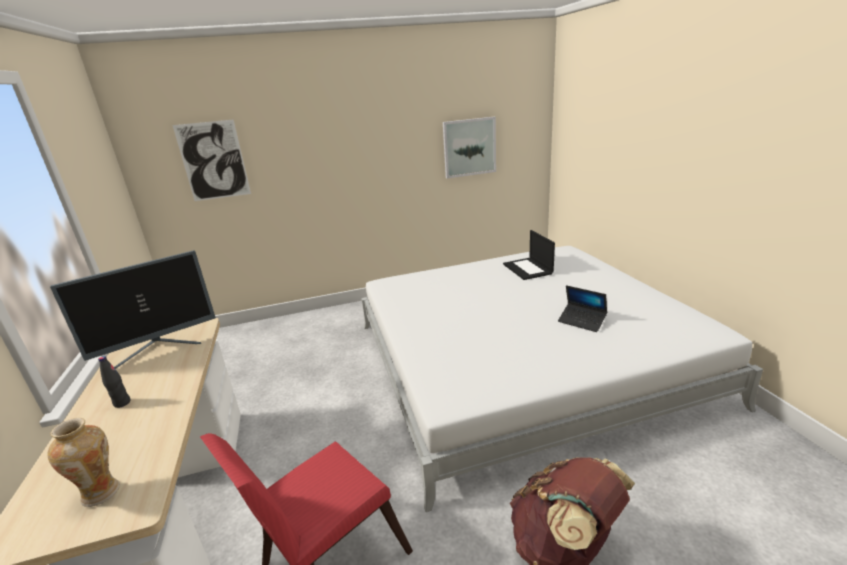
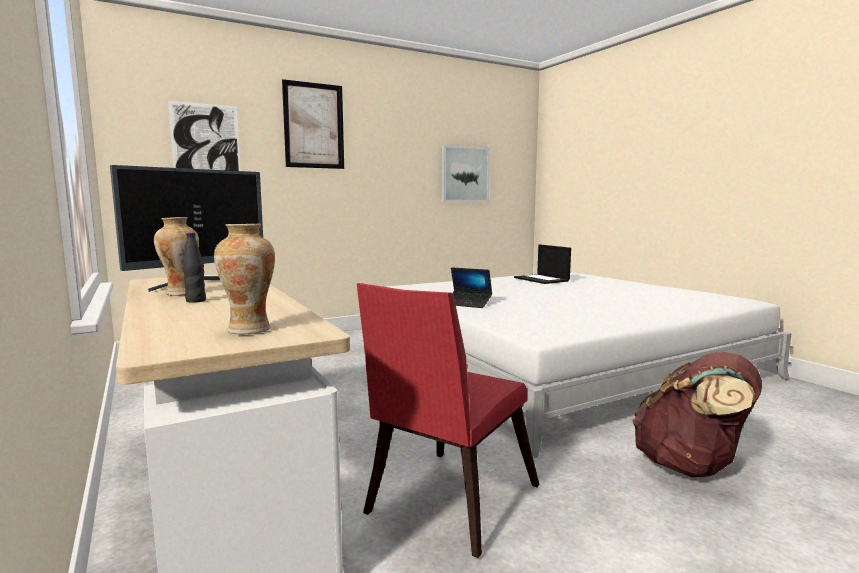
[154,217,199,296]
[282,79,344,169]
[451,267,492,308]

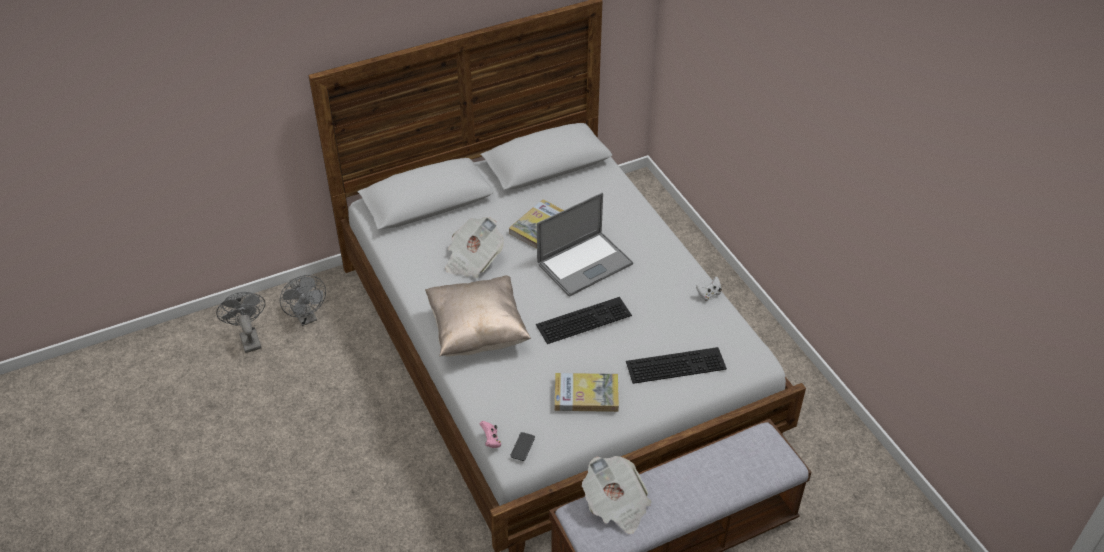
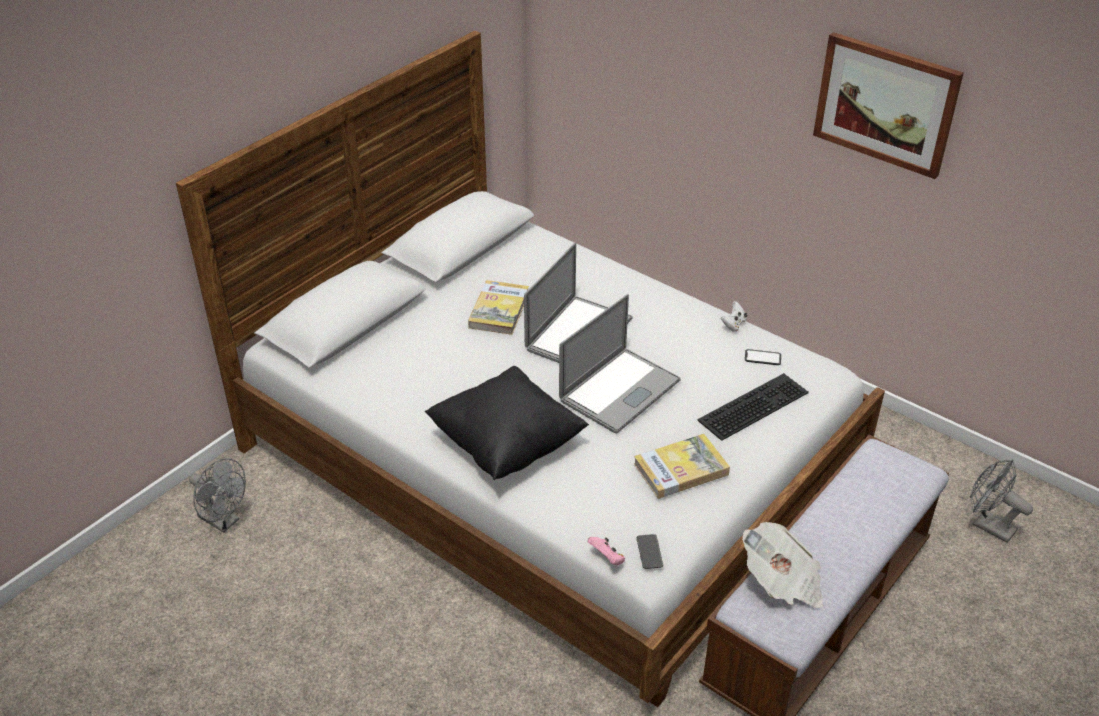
[425,366,589,480]
[559,294,681,434]
[745,349,781,365]
[813,32,964,179]
[970,460,1033,543]
[445,217,504,278] (first image)

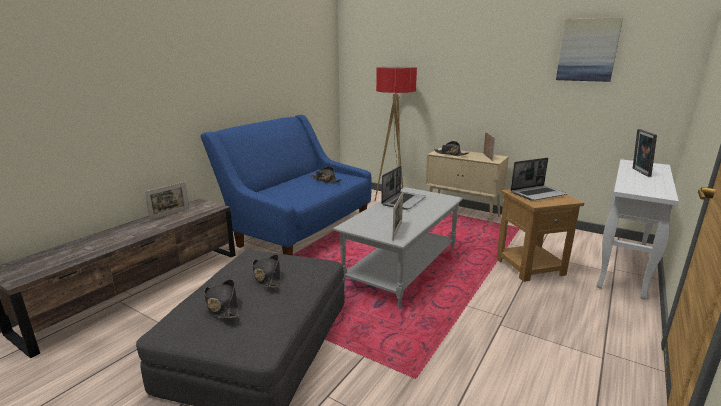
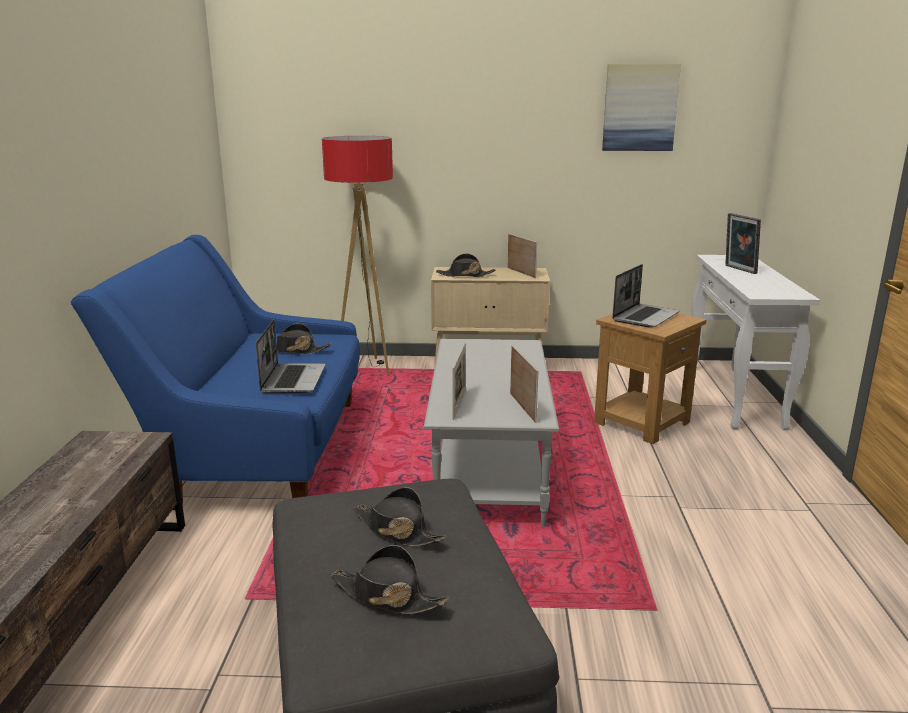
[256,320,326,393]
[452,343,466,420]

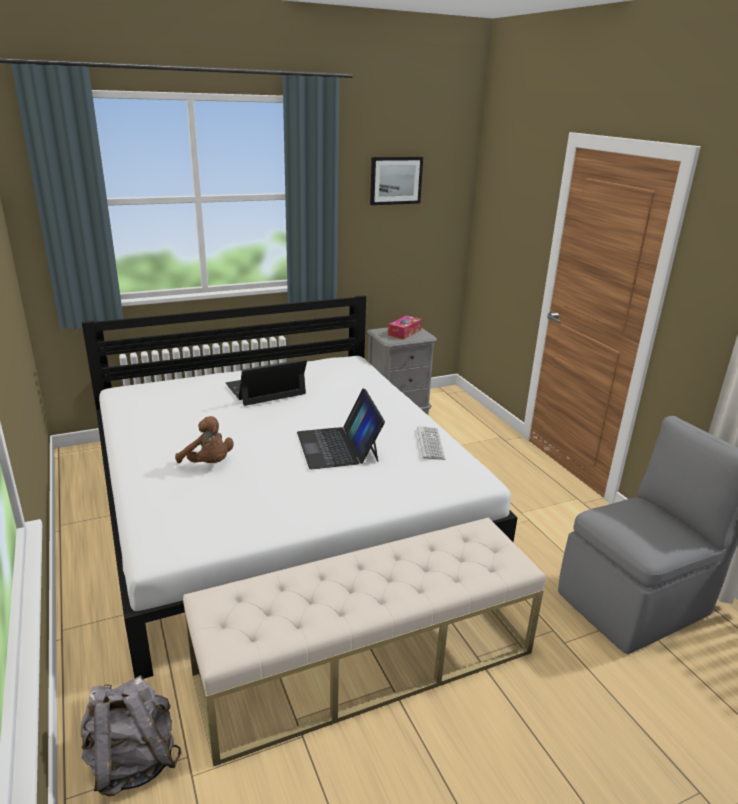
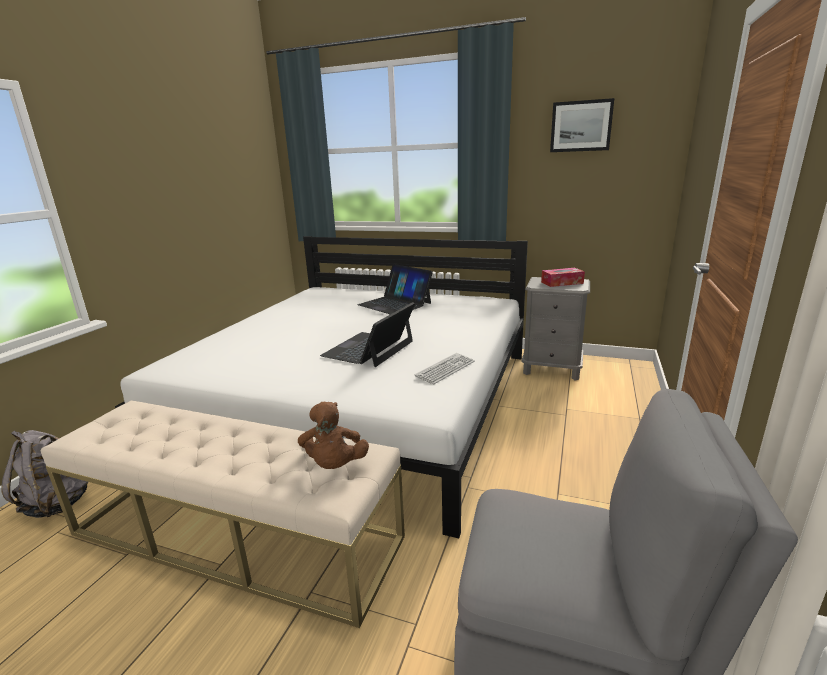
[298,402,369,469]
[358,264,433,314]

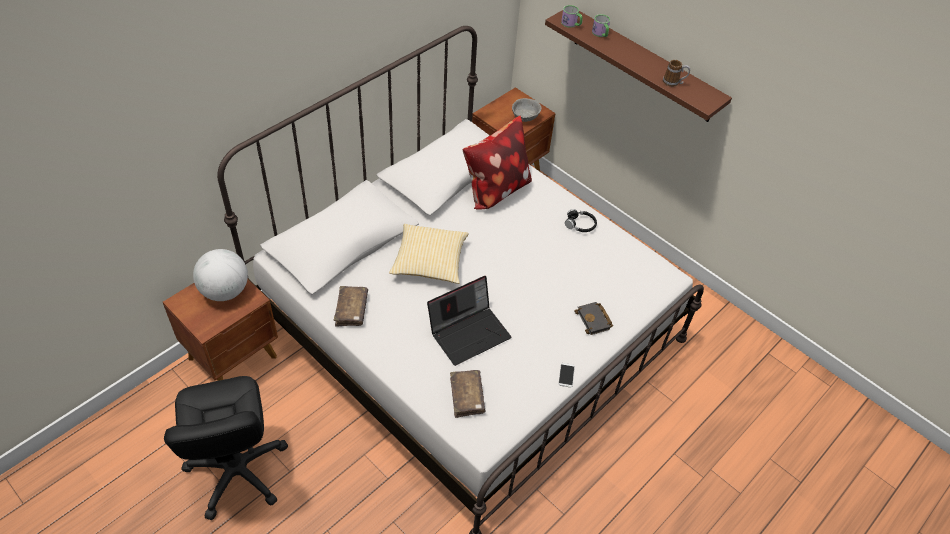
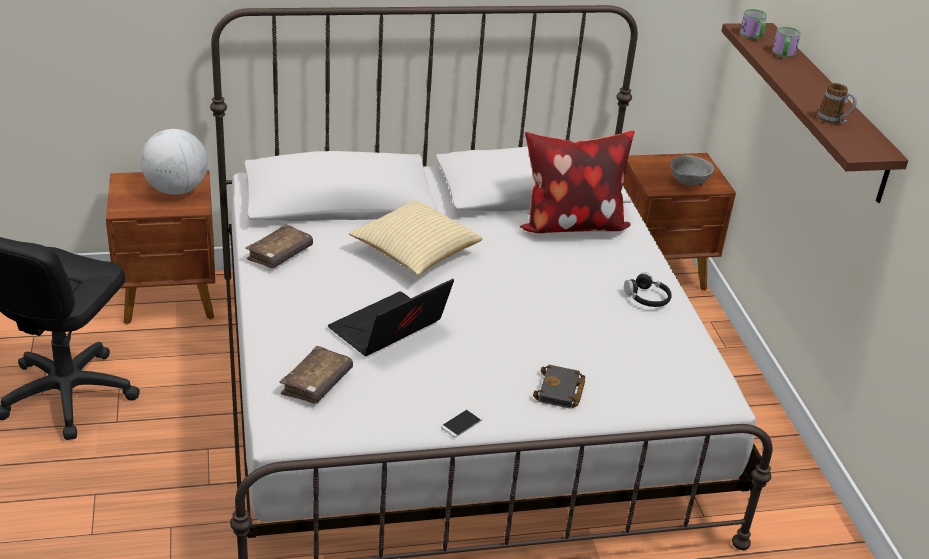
[328,279,454,356]

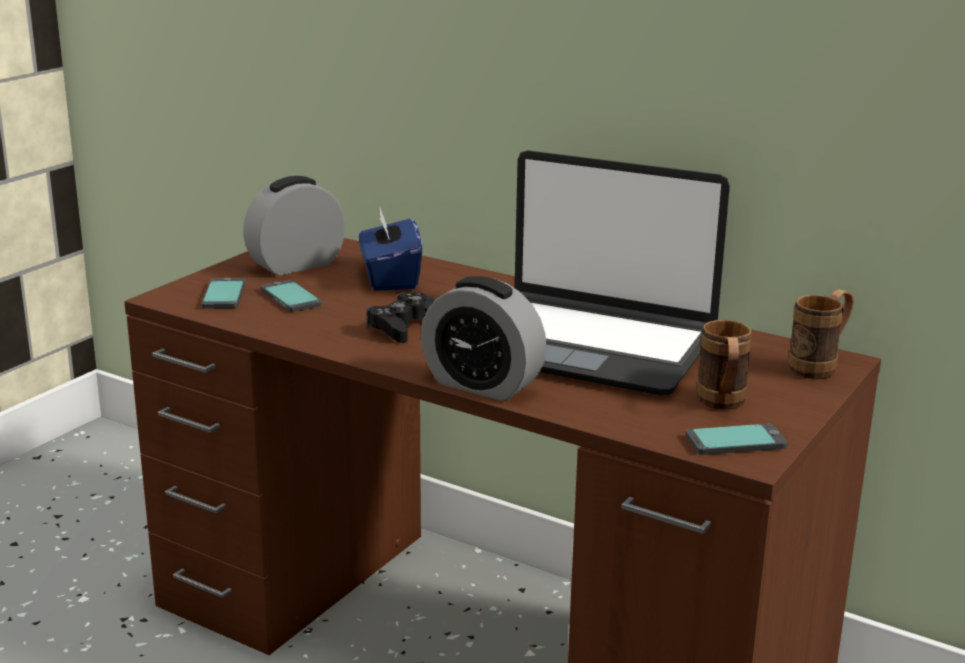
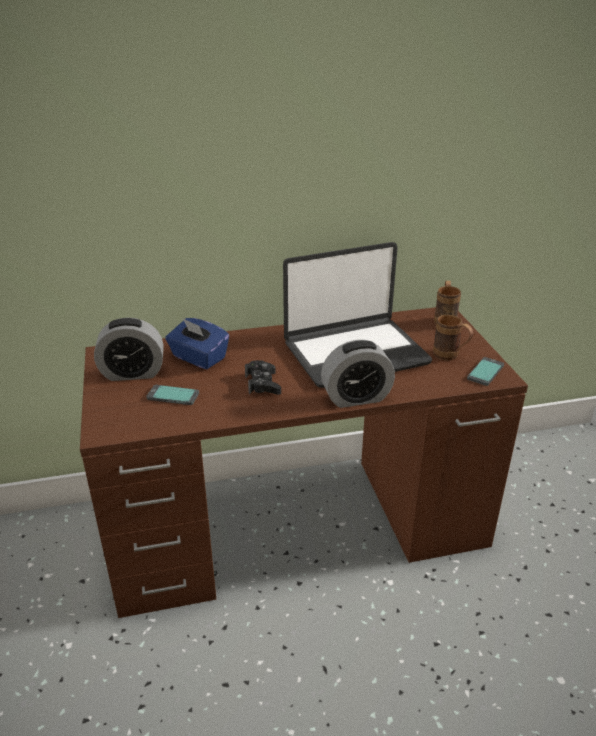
[94,318,164,381]
[202,278,246,309] (first image)

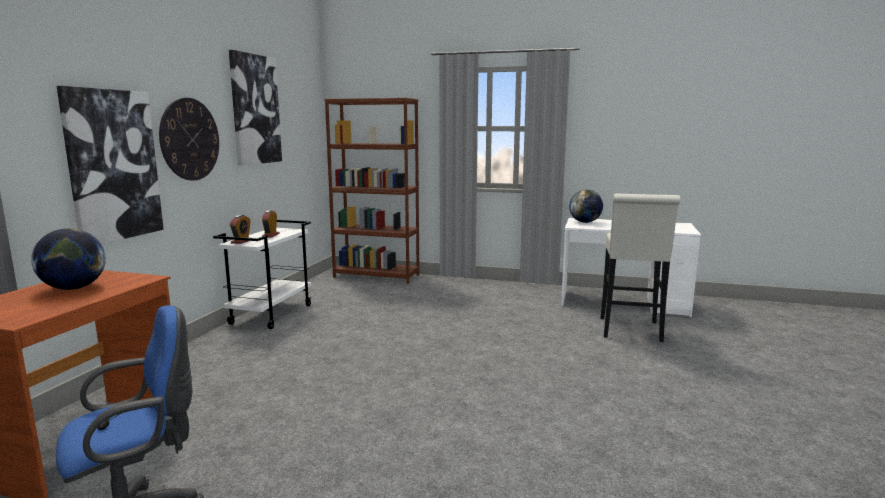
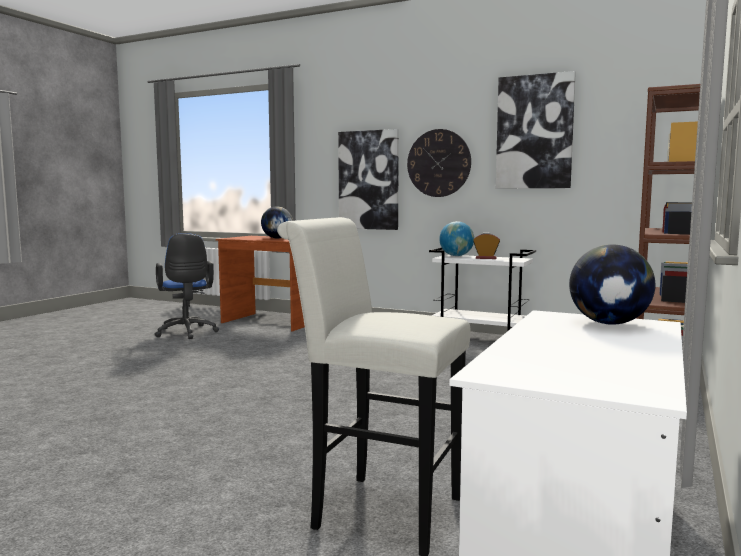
[439,221,474,256]

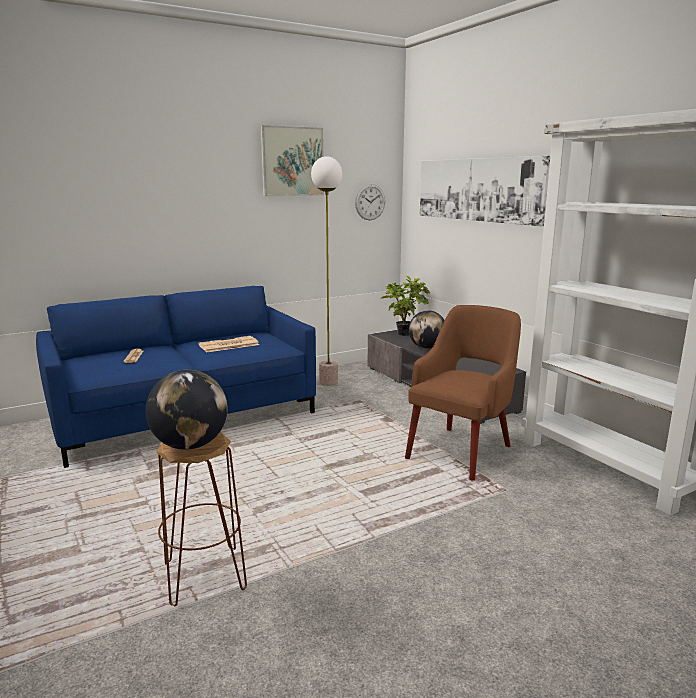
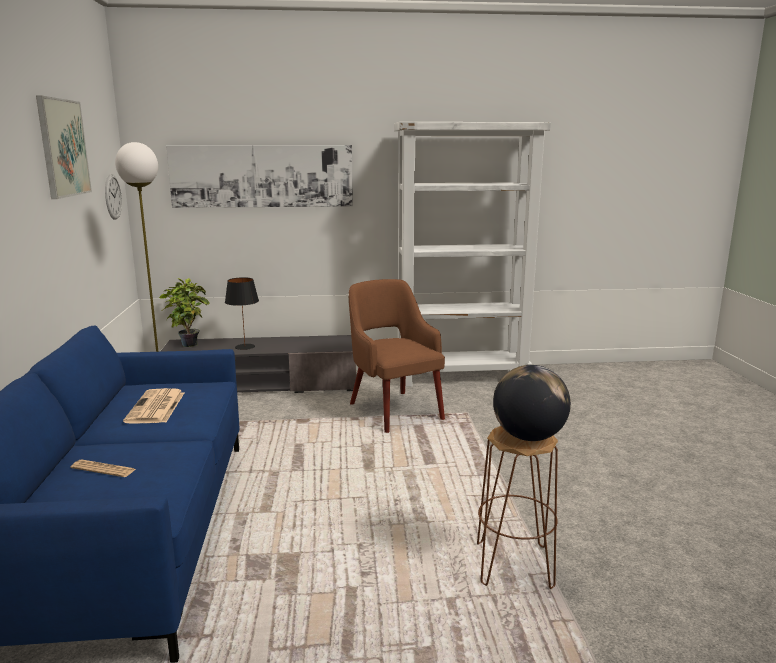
[225,277,259,350]

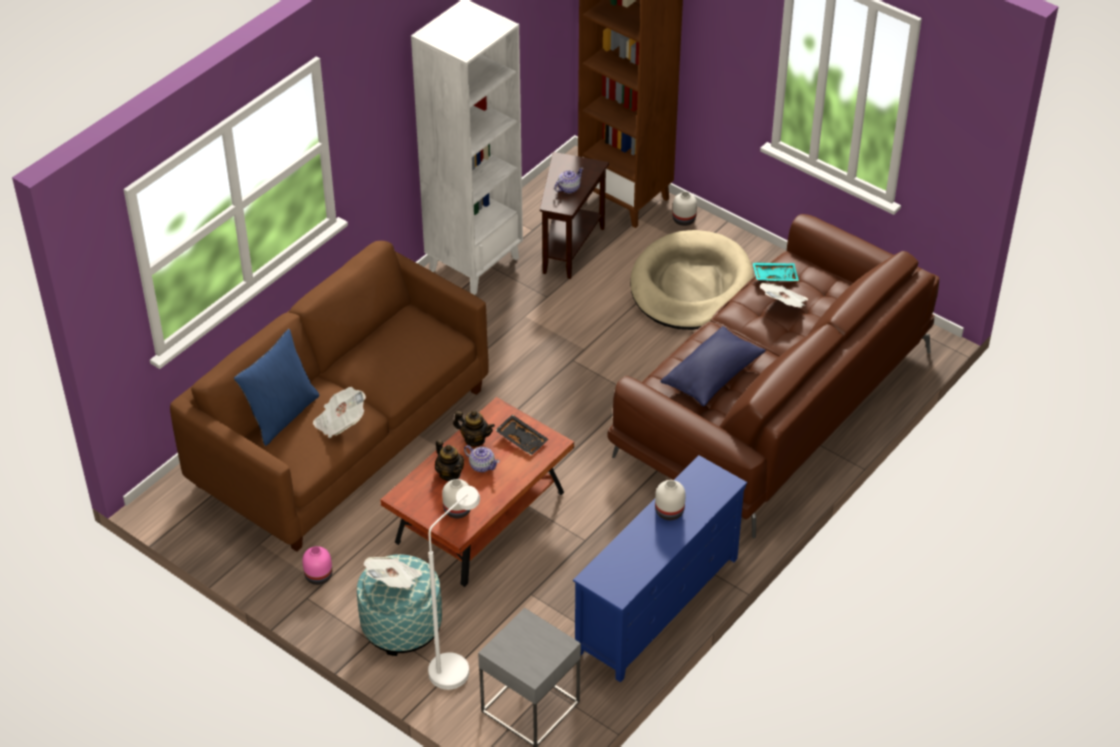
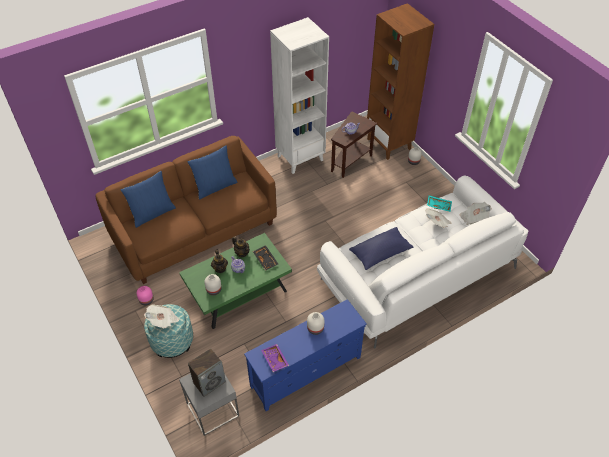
[179,233,292,329]
[188,145,237,200]
[188,348,226,397]
[261,344,289,372]
[317,175,528,348]
[460,202,492,225]
[428,486,480,690] (first image)
[630,230,754,330] (first image)

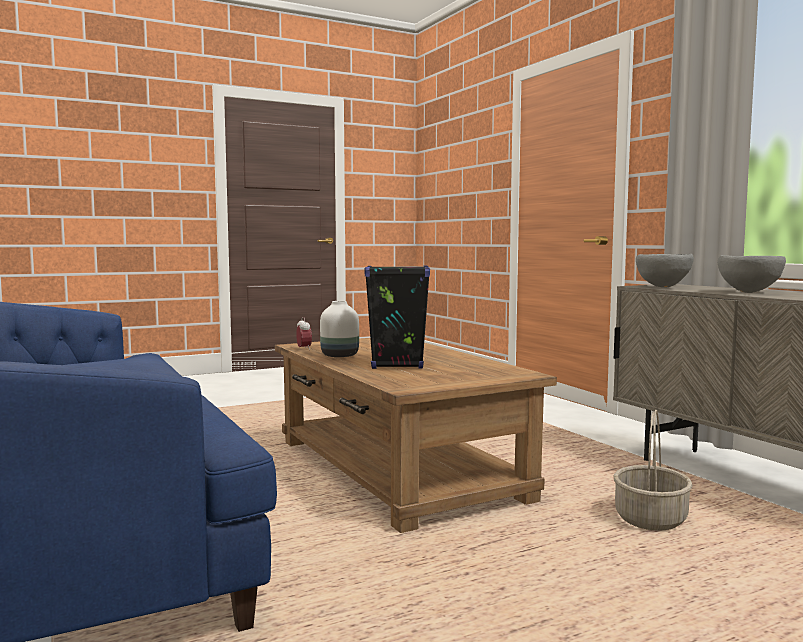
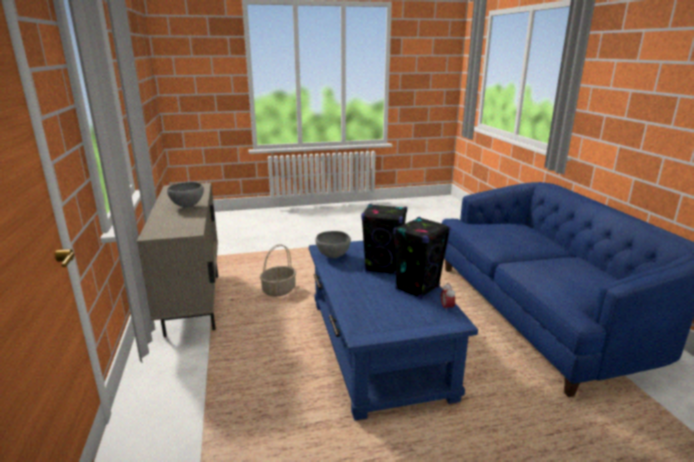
[309,240,478,421]
[315,231,351,258]
[393,217,451,299]

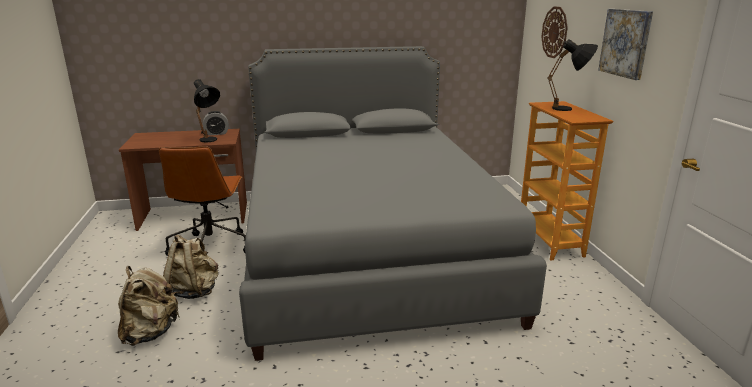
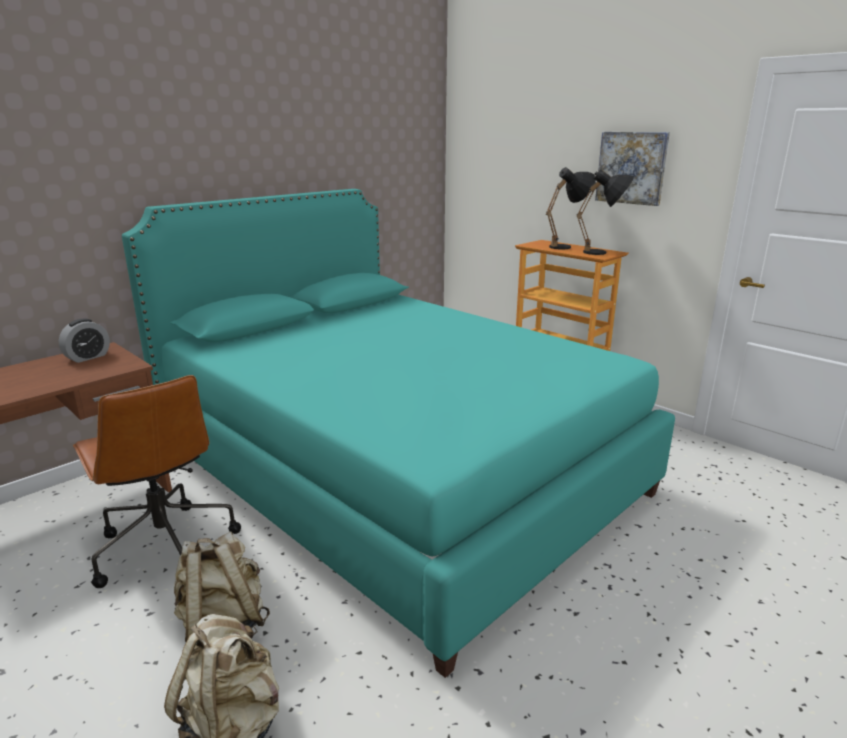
[122,189,675,678]
[576,169,634,255]
[541,6,568,58] (first image)

